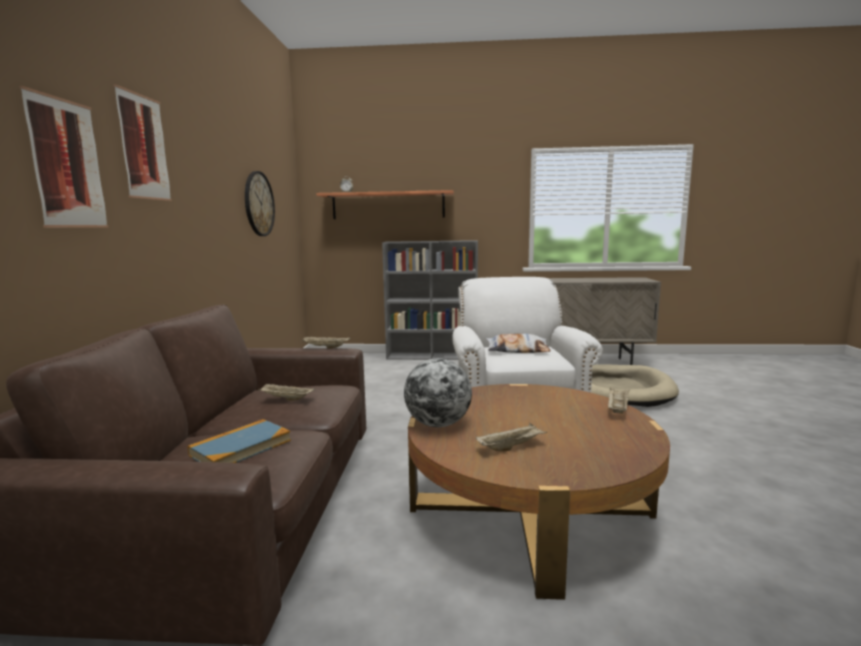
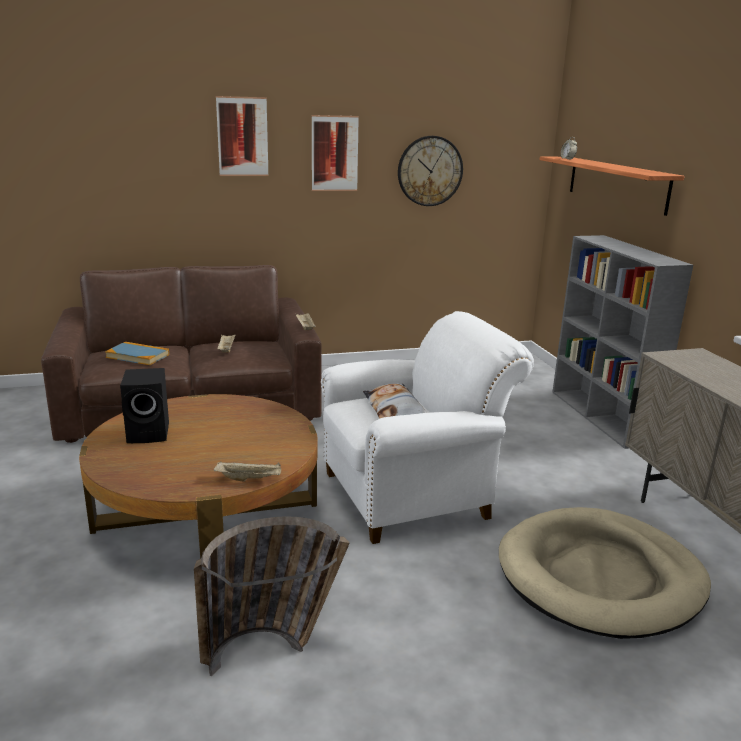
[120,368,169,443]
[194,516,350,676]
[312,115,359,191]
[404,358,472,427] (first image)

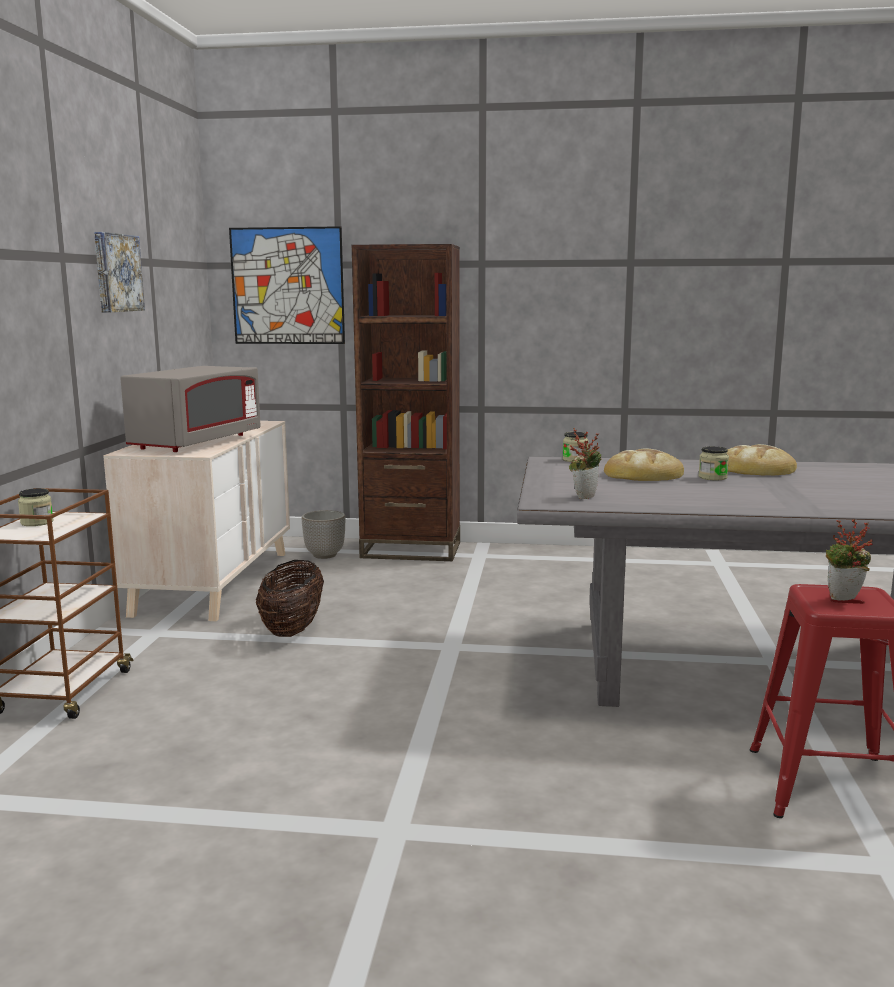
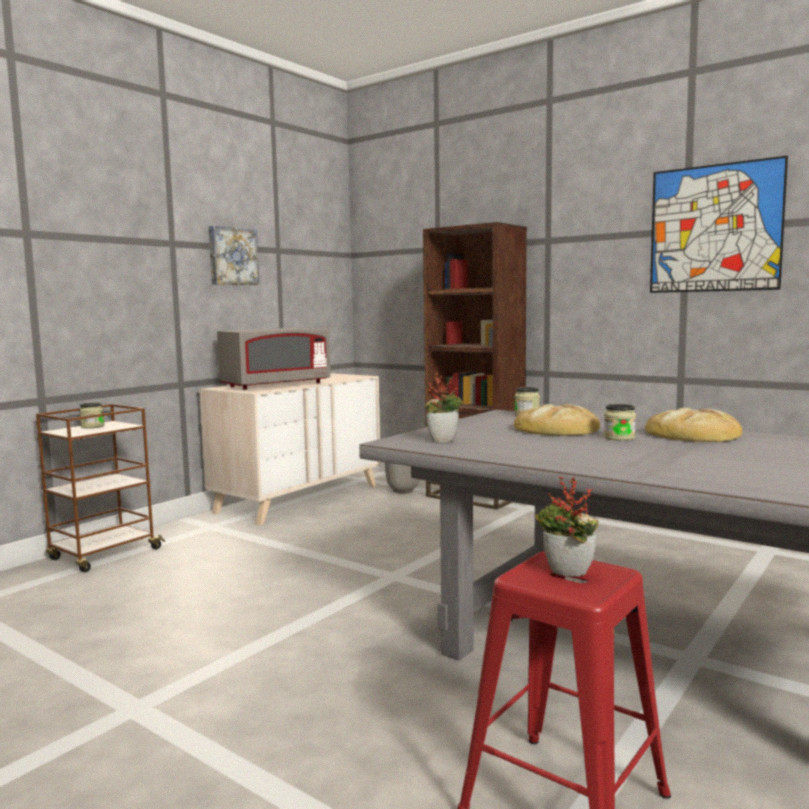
[650,155,788,293]
[256,560,324,637] (first image)

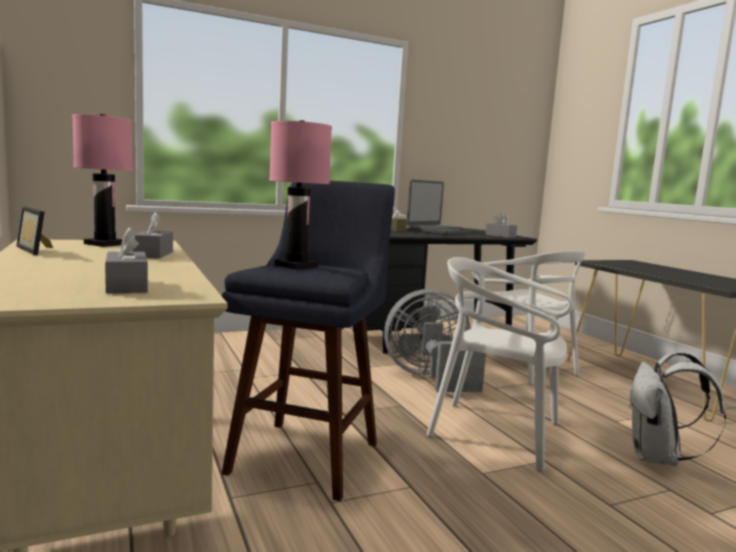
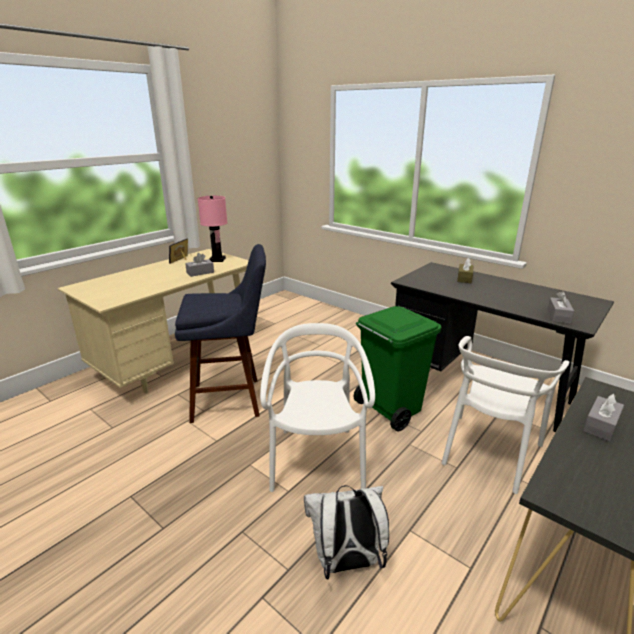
[354,306,441,431]
[583,394,624,441]
[269,120,332,270] (first image)
[407,180,477,235] (first image)

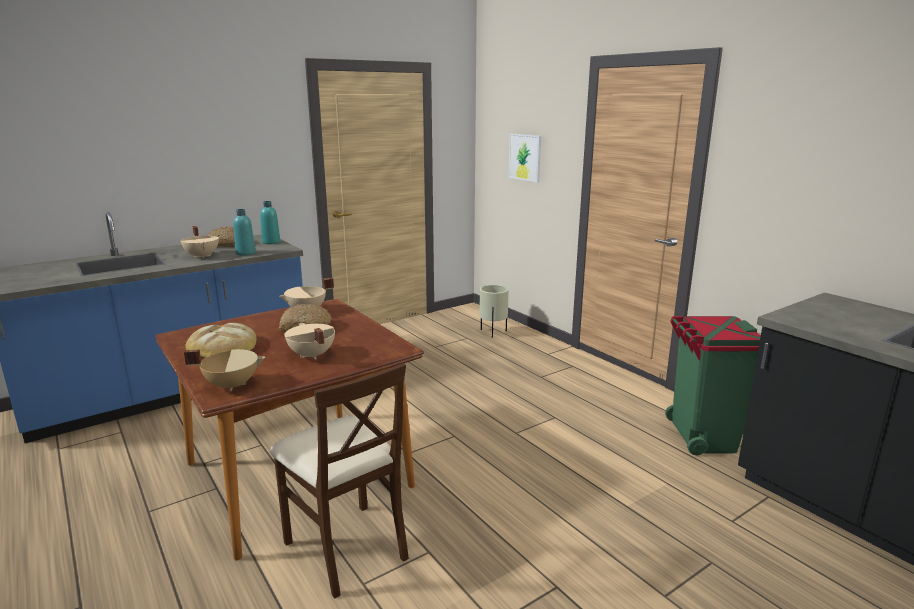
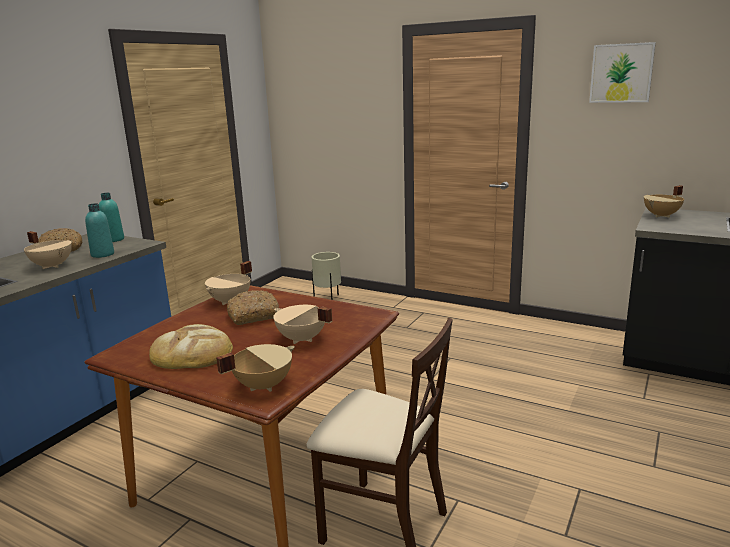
[589,42,656,103]
[644,185,684,218]
[665,316,761,455] (first image)

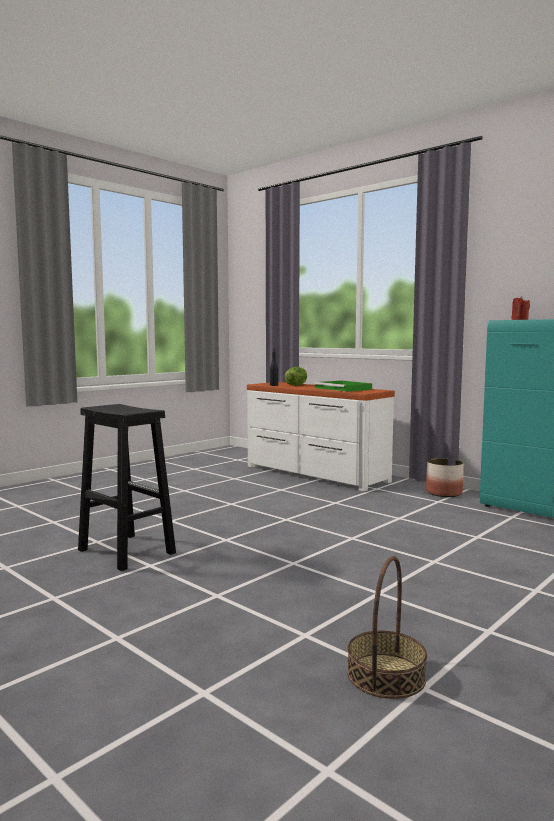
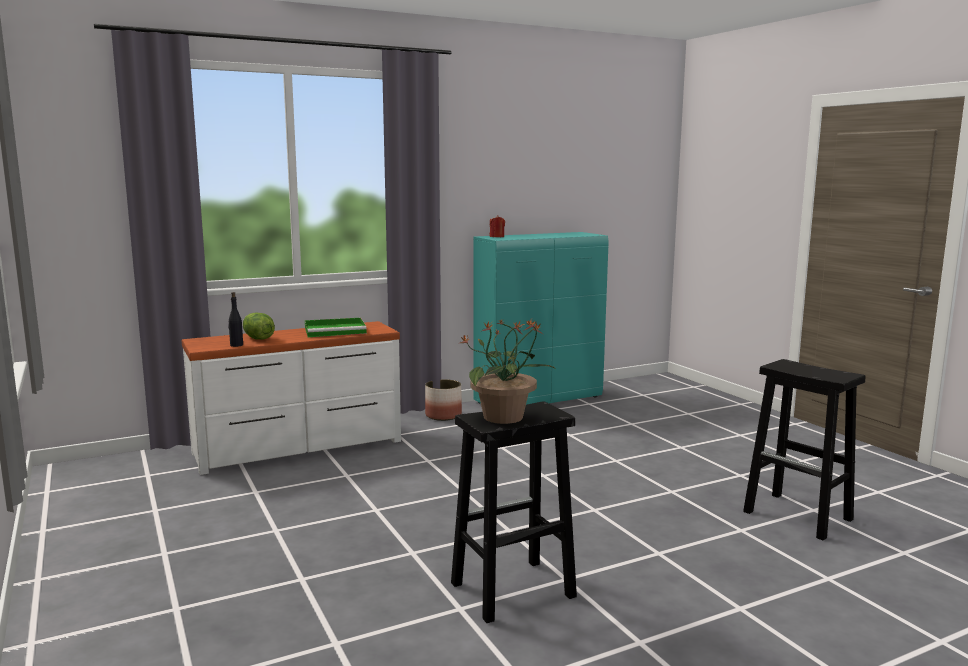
[459,319,554,424]
[743,359,866,540]

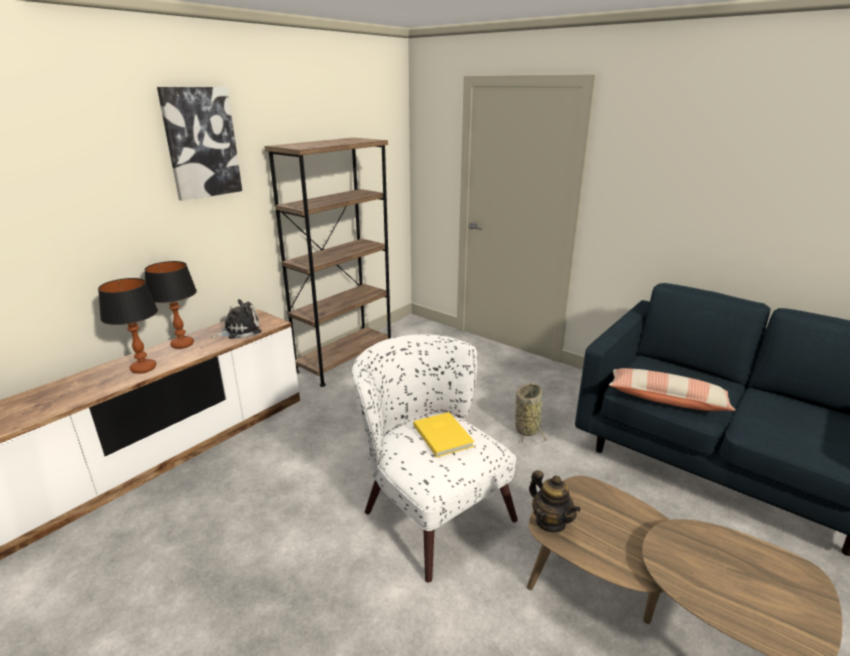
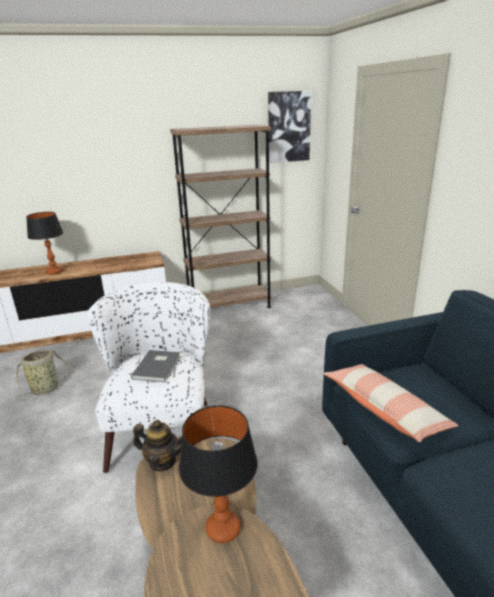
[16,350,82,401]
[131,350,181,382]
[133,420,182,471]
[179,405,258,543]
[268,91,311,163]
[211,299,261,339] (first image)

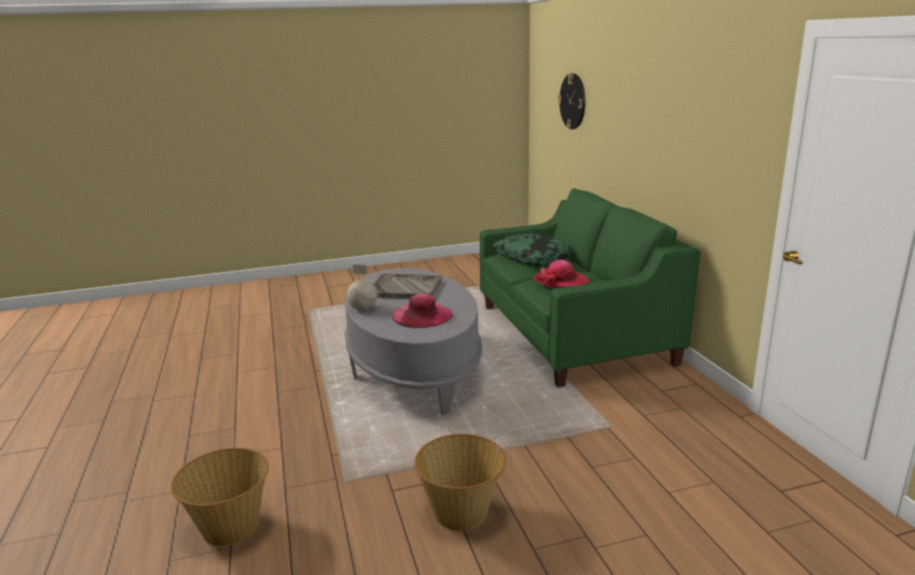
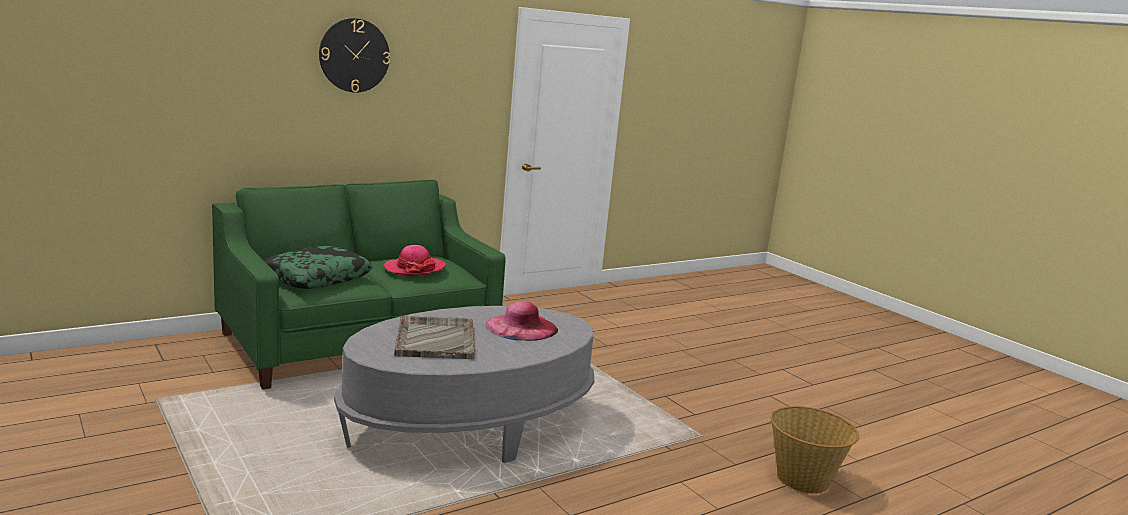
[319,18,390,93]
[347,264,377,310] (first image)
[414,434,506,531] (first image)

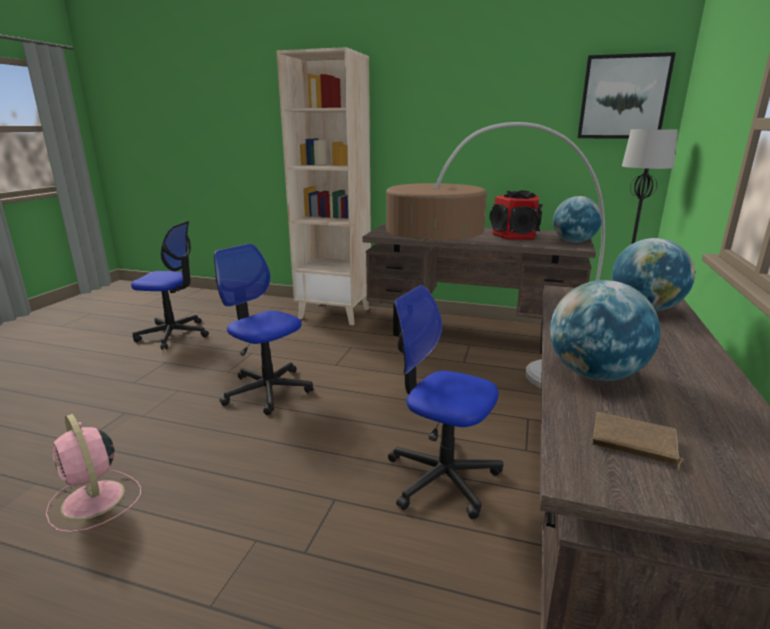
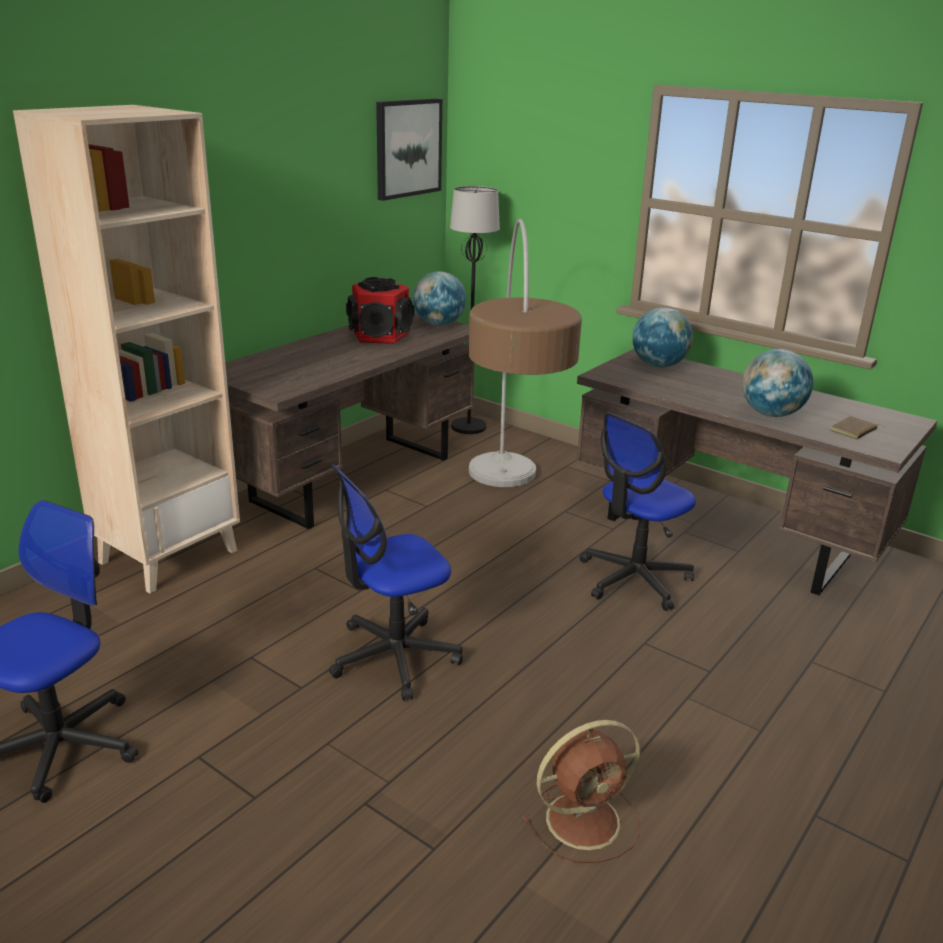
[523,720,640,863]

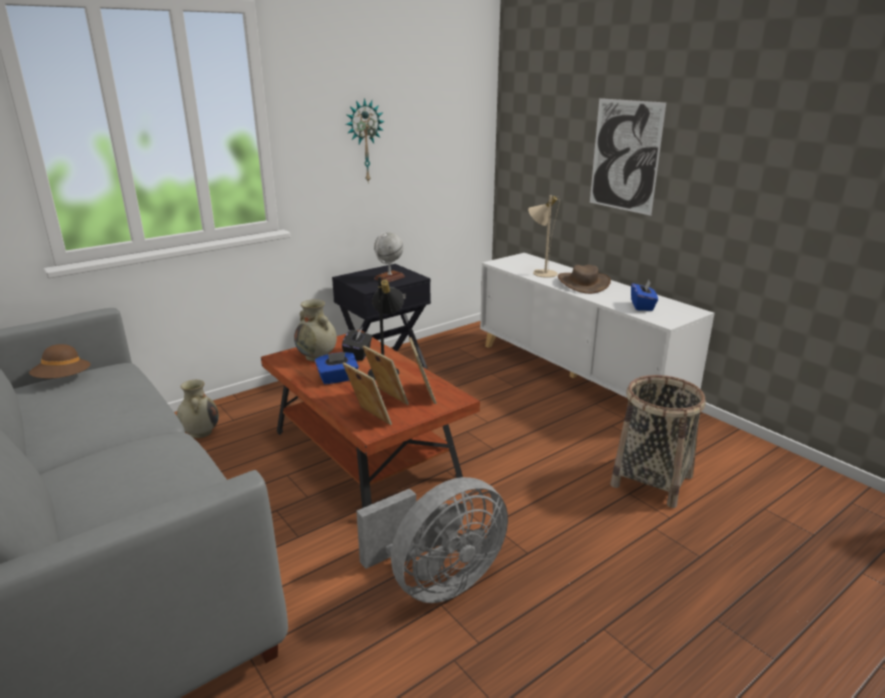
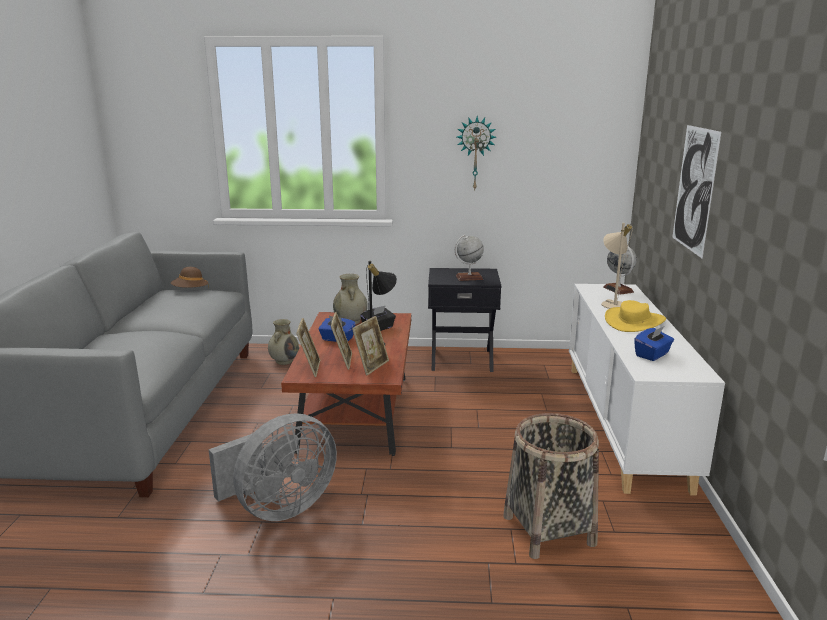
[208,413,337,521]
[603,246,637,295]
[605,300,666,332]

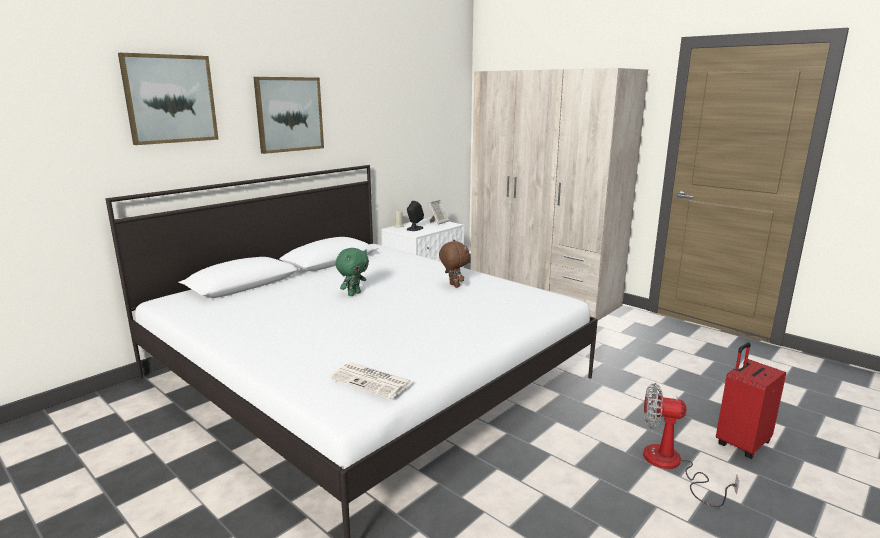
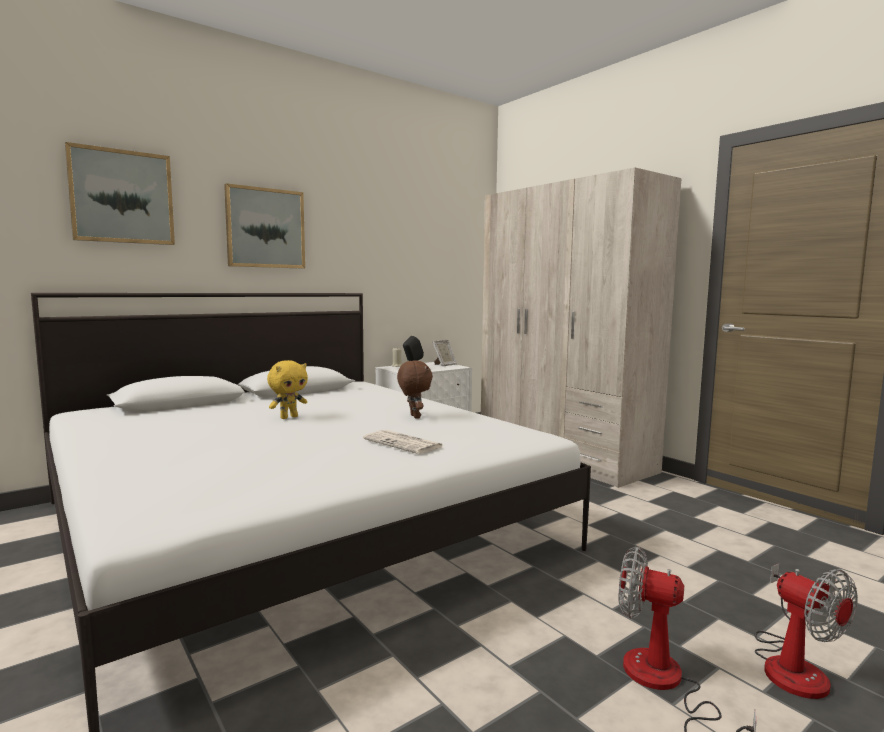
[267,360,308,419]
[363,430,445,454]
[755,564,858,699]

